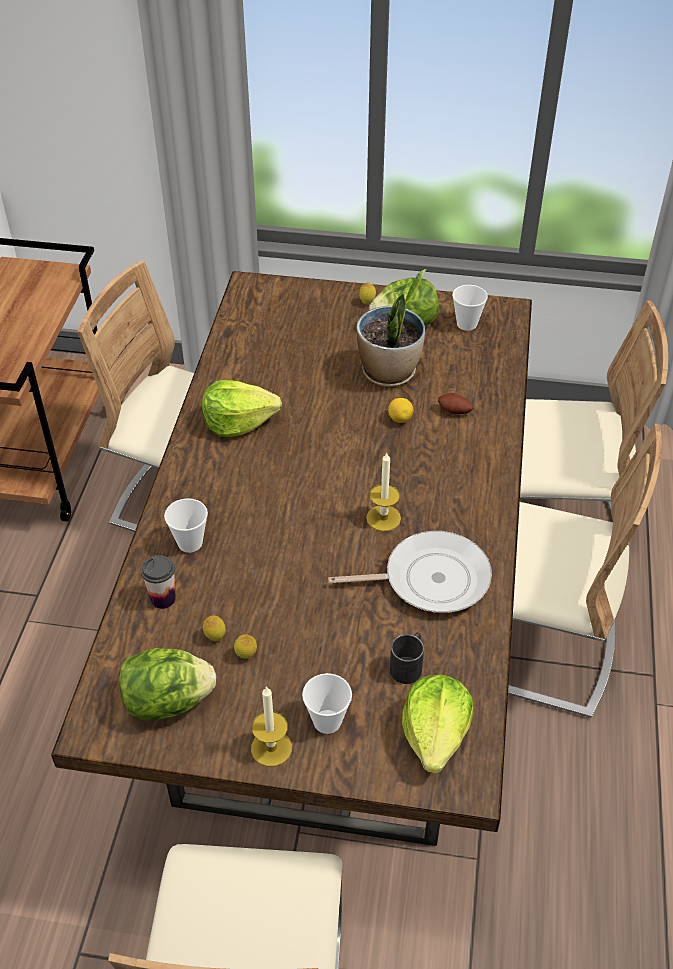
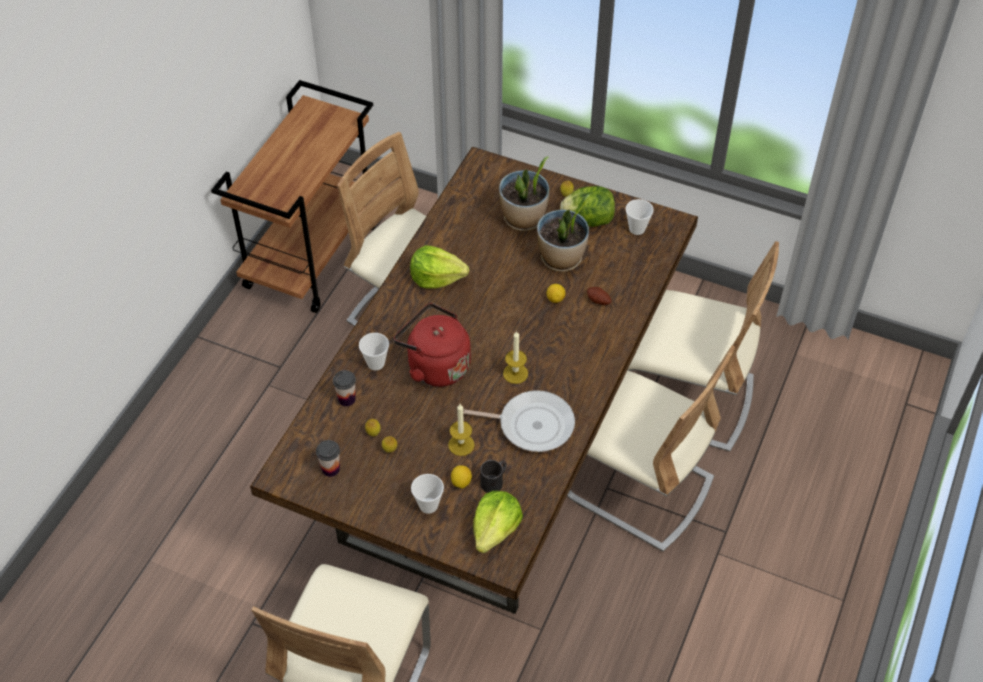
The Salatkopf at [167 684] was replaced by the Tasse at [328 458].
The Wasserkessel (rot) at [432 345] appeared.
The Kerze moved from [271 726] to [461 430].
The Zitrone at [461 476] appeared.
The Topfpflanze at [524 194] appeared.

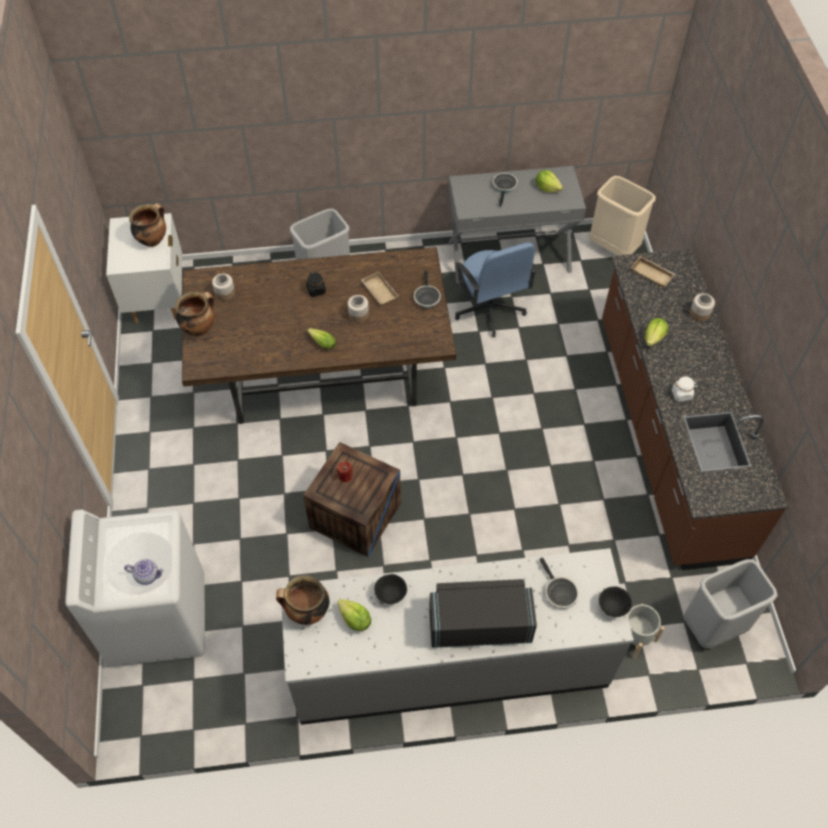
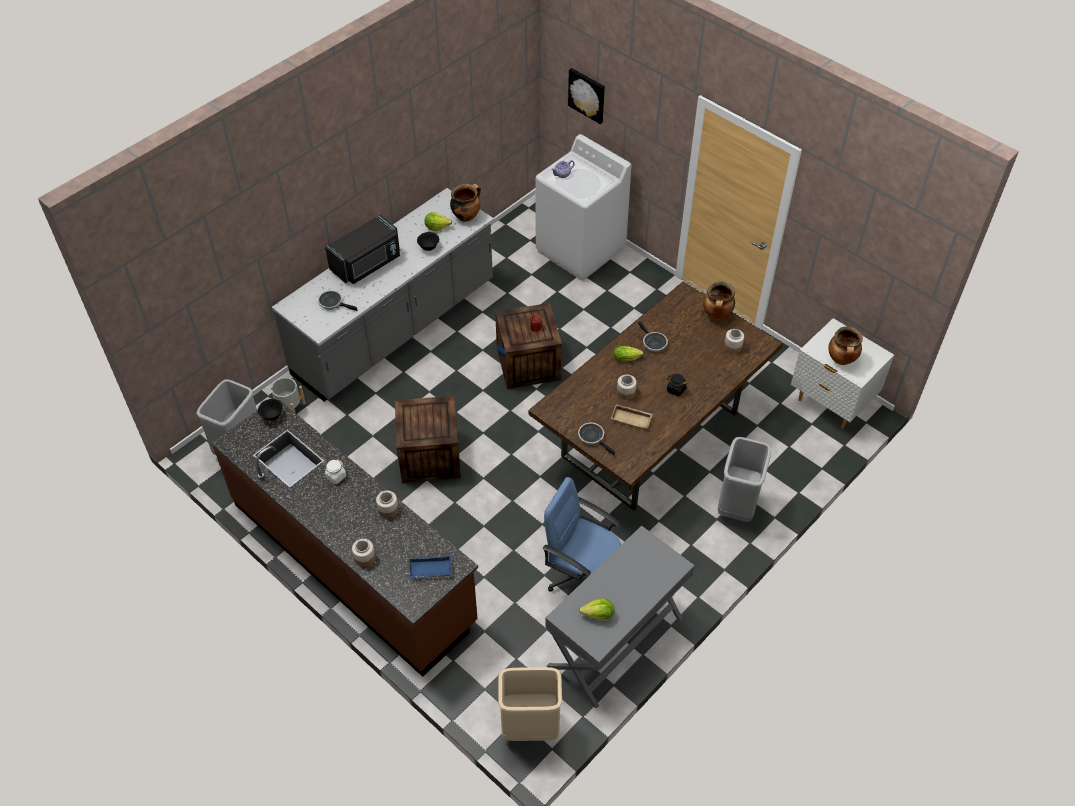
The Schüssel (schwarz) moved from [615 601] to [270 410].
The Salatkopf at [656 332] was replaced by the Vorratsglas at [387 504].
The Kiste at [428 439] appeared.
The Tablett (beige) at [653 272] became the Tablett (blau) at [430 566].
The Bild at [586 96] appeared.
The Pfanne moved from [505 190] to [653 336].

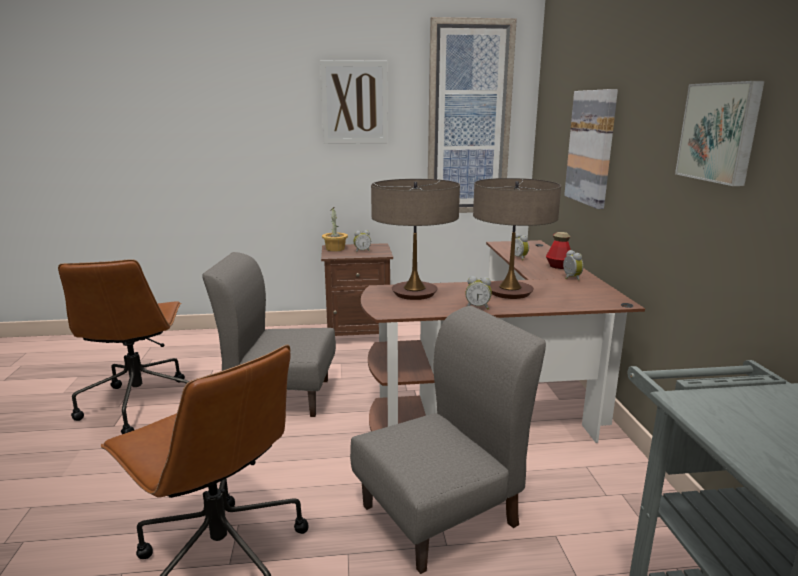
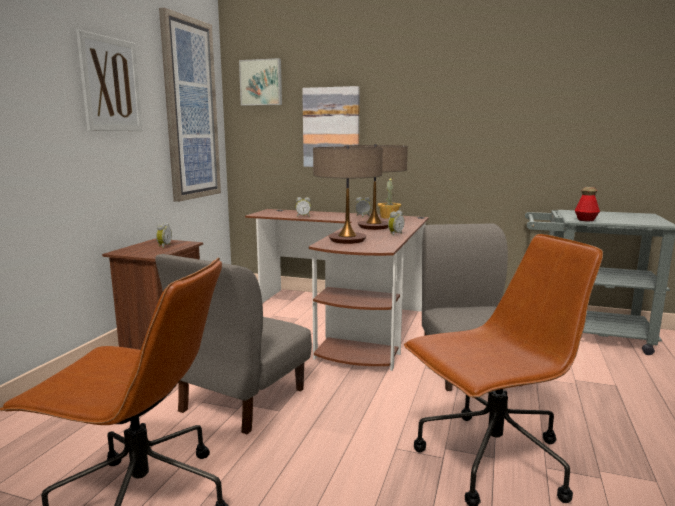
The Bild moved from [720 133] to [260 82].
The Topfpflanze moved from [335 229] to [389 198].
The Flasche moved from [558 250] to [587 204].

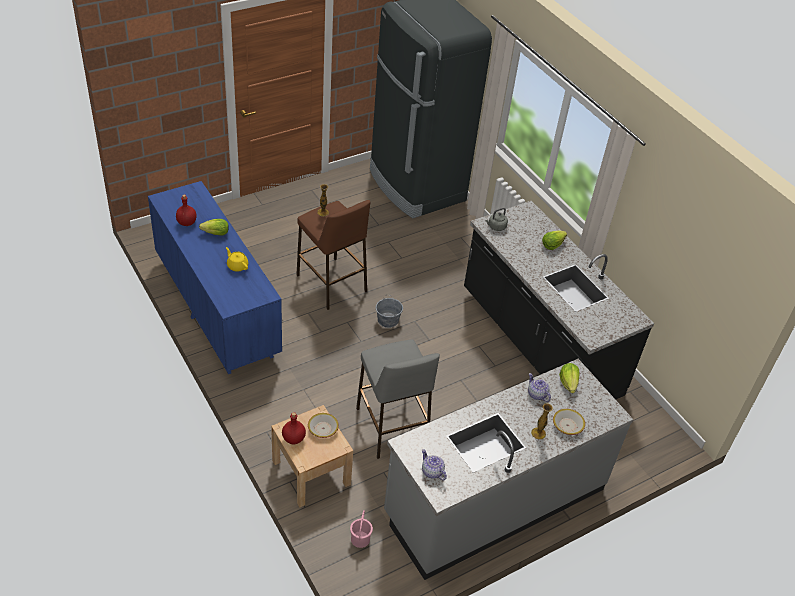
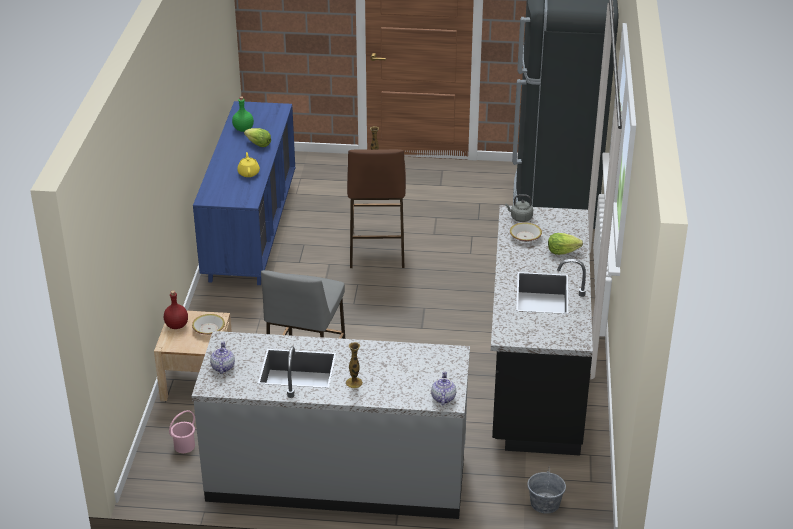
The Flasche (rot) at [186 210] became the Flasche (grün) at [243 114].
The Teekanne moved from [539 387] to [443 388].
The Schüssel moved from [569 422] to [526 232].
The Eimer (grau) moved from [389 311] to [546 490].
The Salatkopf at [569 378] disappeared.

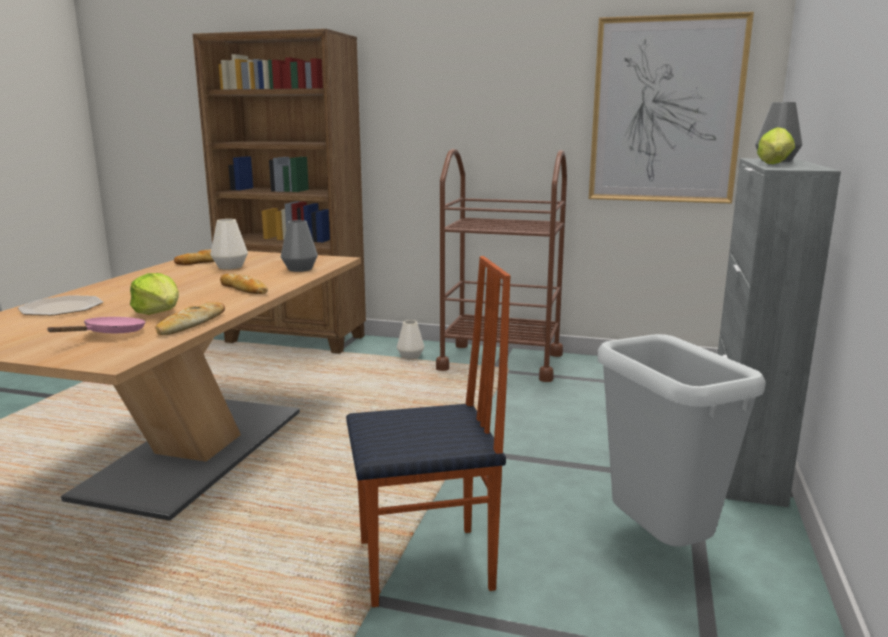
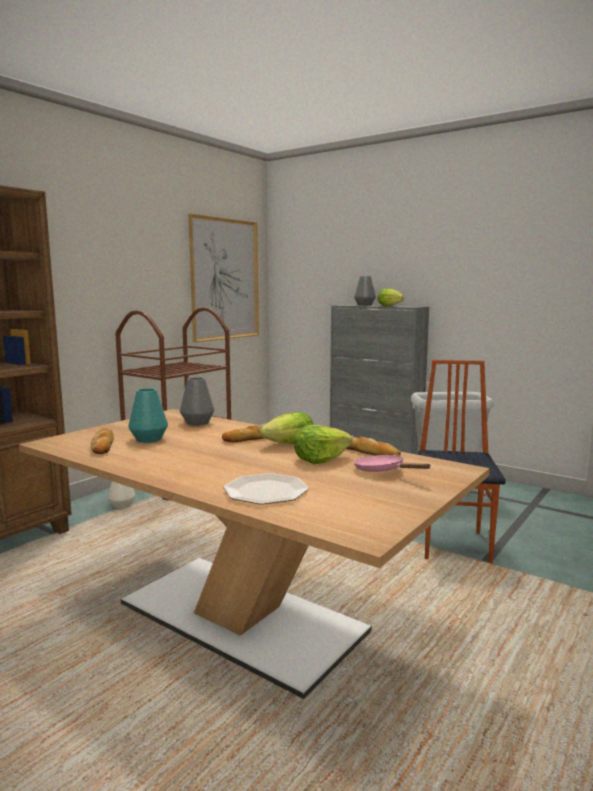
The Vase (weiß) at [229 244] became the Vase (türkis) at [148 415].
The Salatkopf at [286 428] appeared.

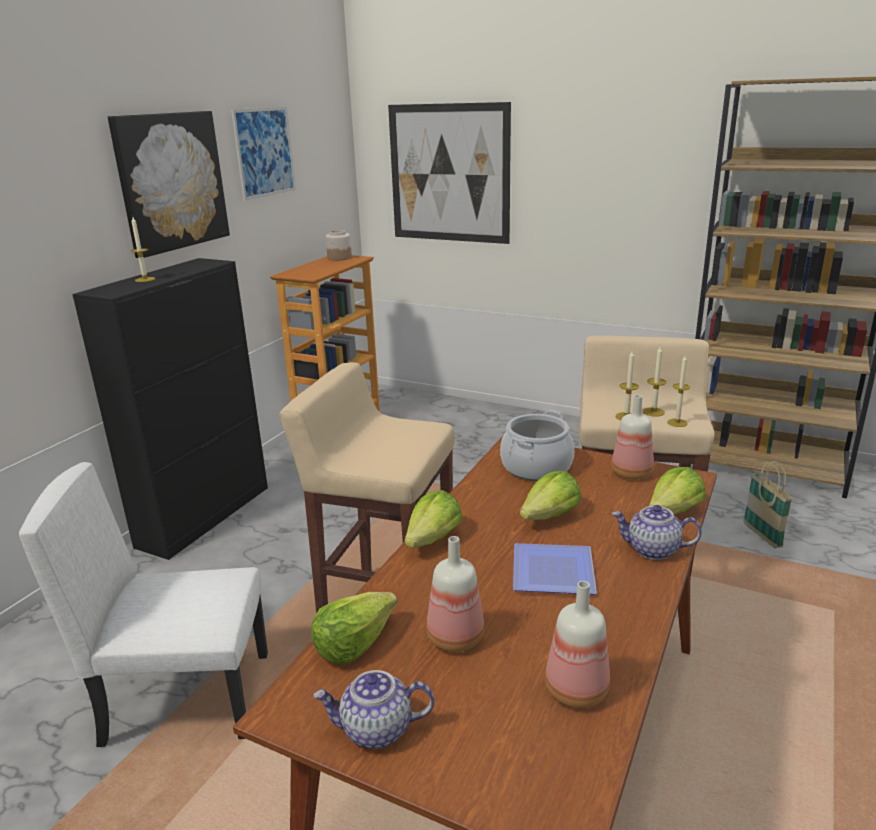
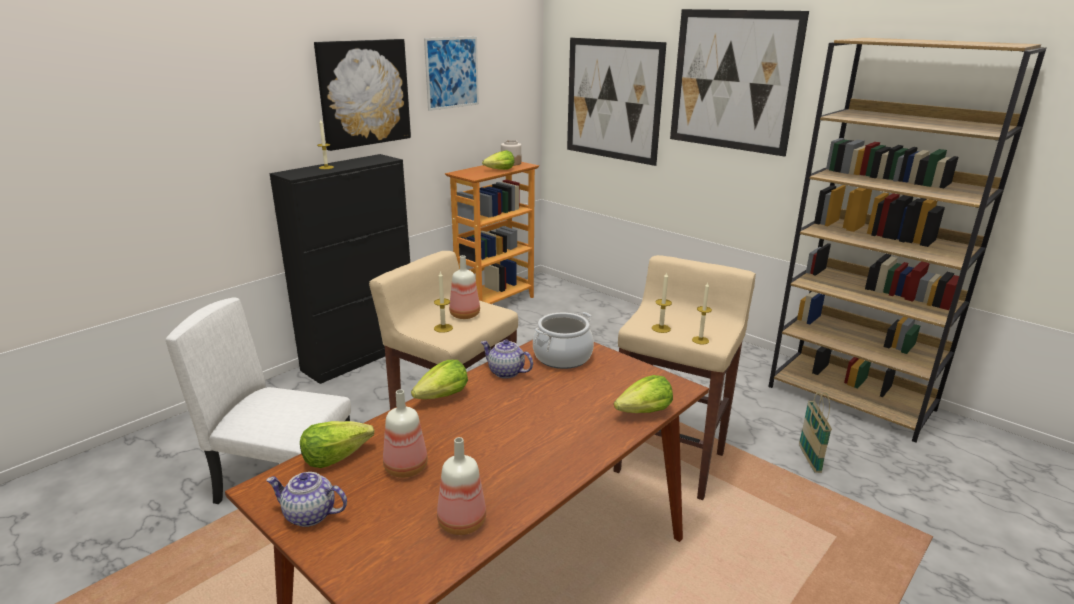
The Kerze moved from [654 382] to [443 302].
The Flasche moved from [632 437] to [464 287].
The Teekanne moved from [657 532] to [507 359].
The Salatkopf moved from [550 495] to [498 160].
The Bild at [739 83] appeared.
The Teller at [555 569] disappeared.

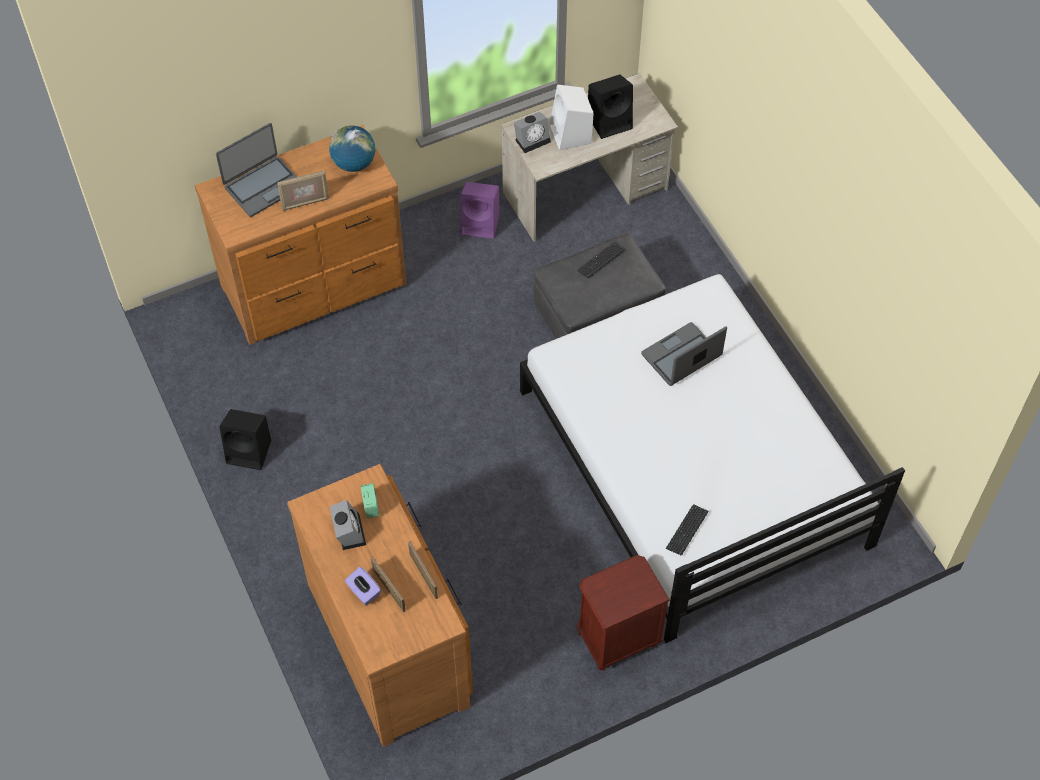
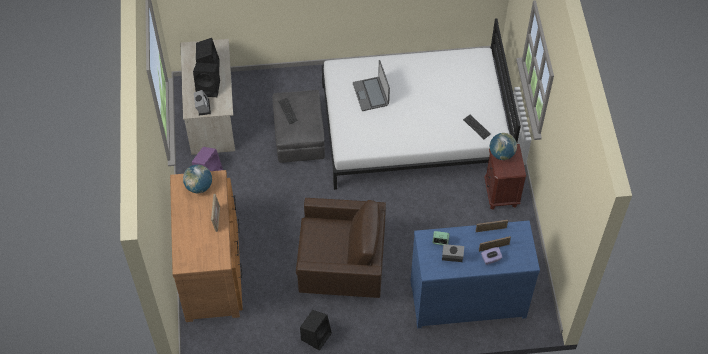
The Lautsprecher (weiß) at [571 117] became the Lautsprecher (schwarz) at [206 80].
The Sessel (braun) at [341 248] appeared.
The Kommode (braun) at [380 605] became the Kommode (blau) at [475 274].
The Globus at [503 146] appeared.
The Laptop at [256 170] disappeared.

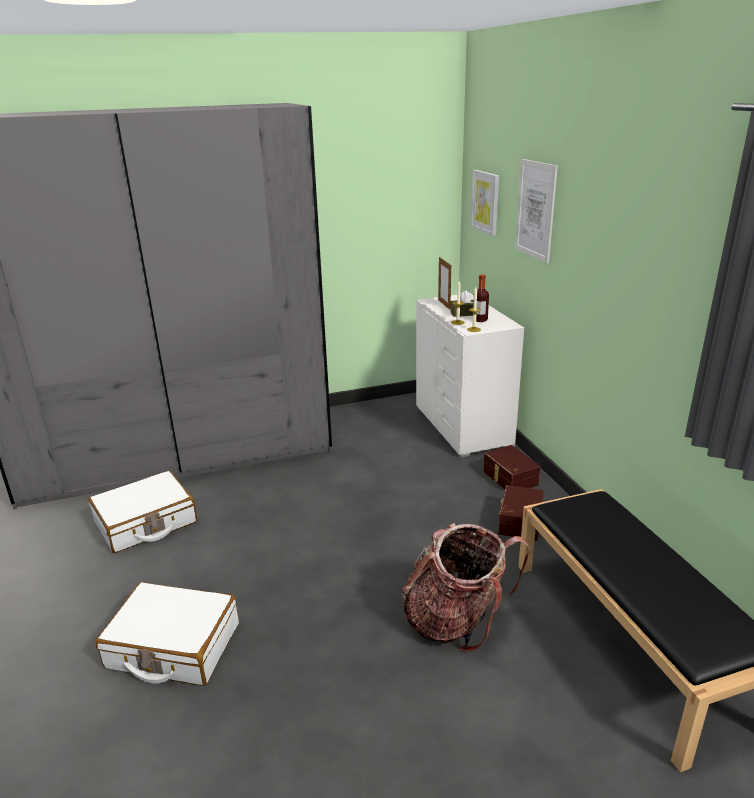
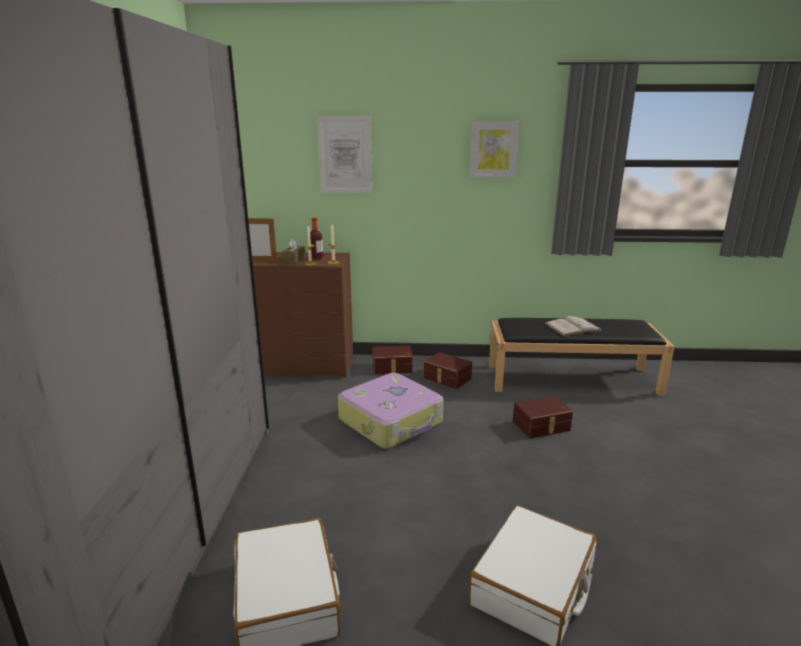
The Kommode (weiß) at [470 376] became the Kommode (braun) at [303 315].
The Koffer at [391 411] appeared.
The Bild moved from [485 203] to [495 149].
The Rucksack at [466 587] was replaced by the Aufbewahrungsbox (braun) at [543 417].
The Buch (weiß) at [574 326] appeared.

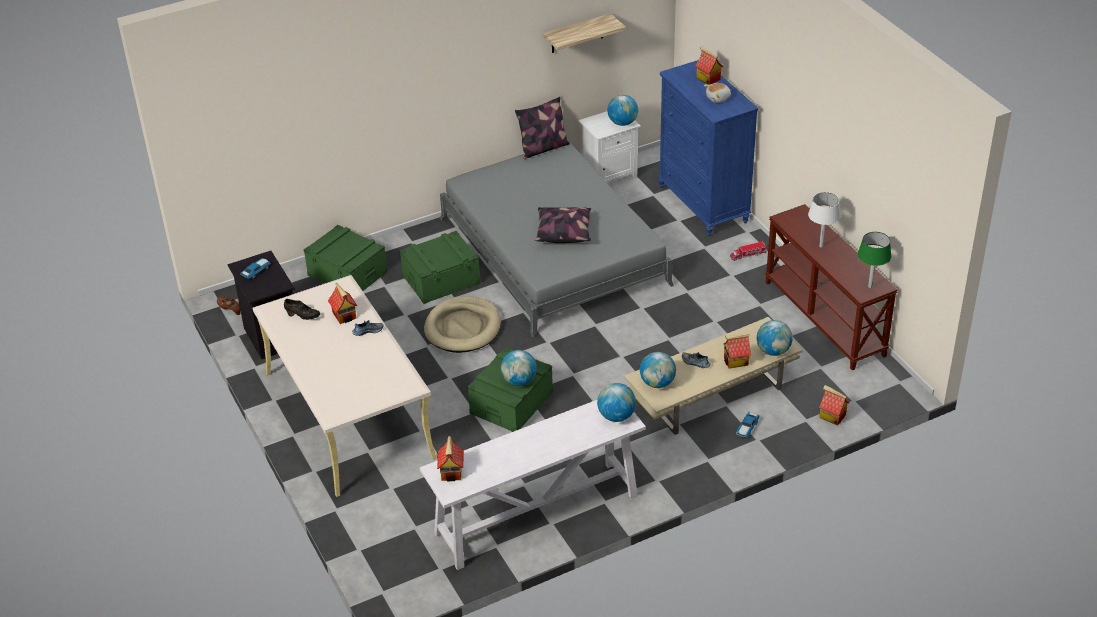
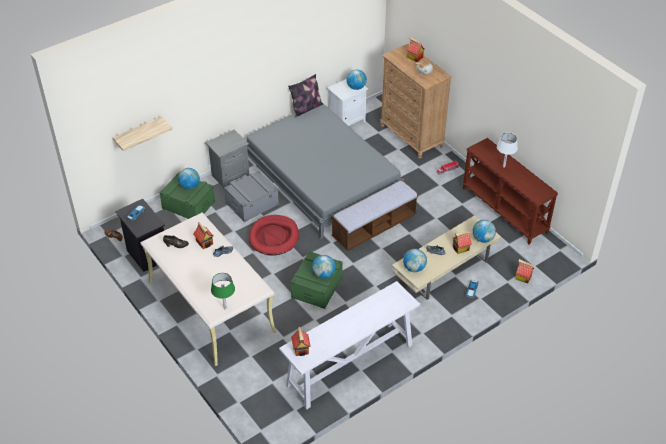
The Wandregal moved from [584 33] to [142 133].
The Globus moved from [616 402] to [189 179].
The Nachttisch (grau) at [227 159] appeared.
The Tischlampe (grün) moved from [874 260] to [223 291].
The Aufbewahrungsbox (grün) at [440 267] became the Aufbewahrungsbox (grau) at [251 196].
The Hundebett (beige) at [462 324] became the Hundebett (rot) at [274 235].
The Bank at [374 215] appeared.
The Kommode (blau) at [708 148] became the Kommode (braun) at [416 101].
The Kissen at [563 225] disappeared.

